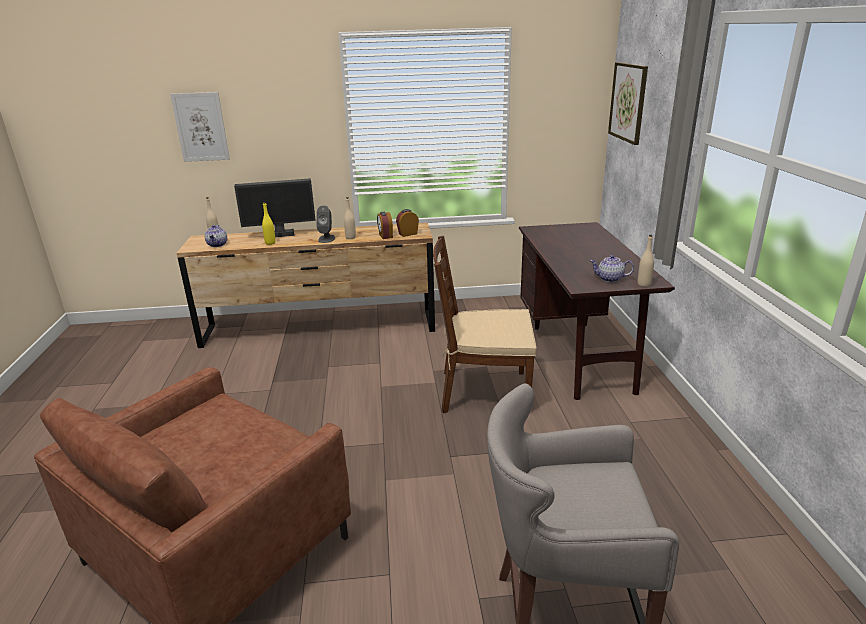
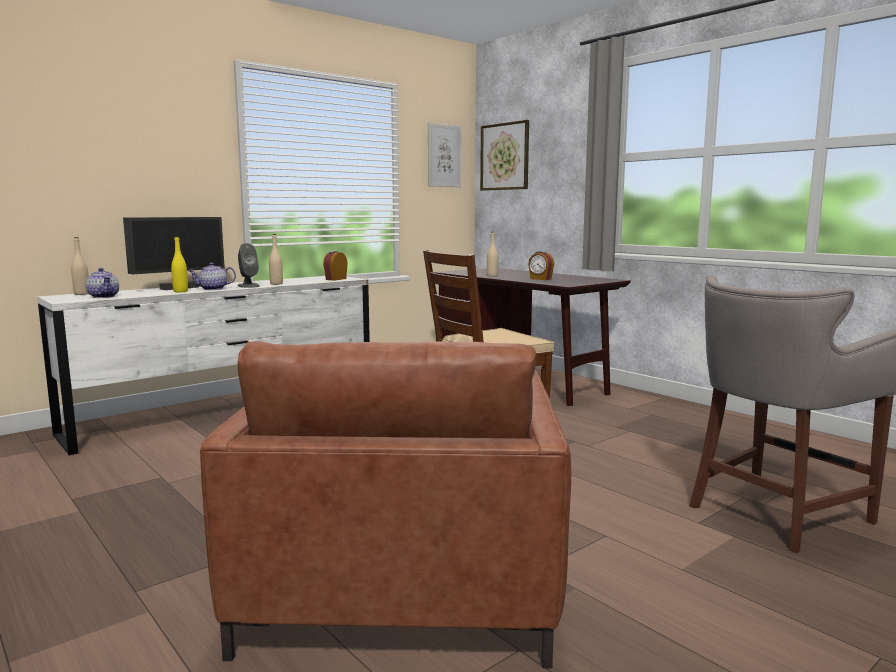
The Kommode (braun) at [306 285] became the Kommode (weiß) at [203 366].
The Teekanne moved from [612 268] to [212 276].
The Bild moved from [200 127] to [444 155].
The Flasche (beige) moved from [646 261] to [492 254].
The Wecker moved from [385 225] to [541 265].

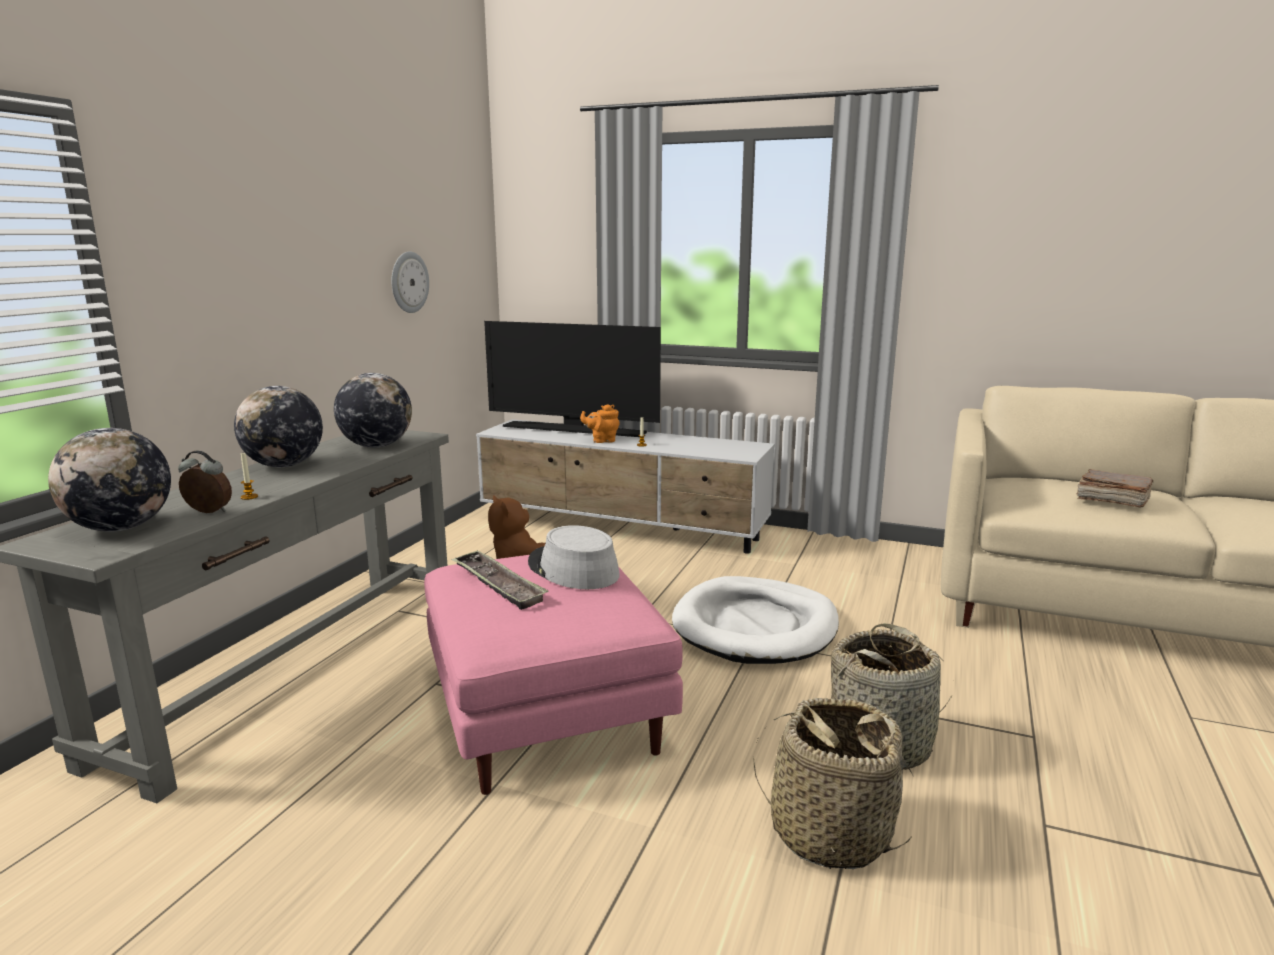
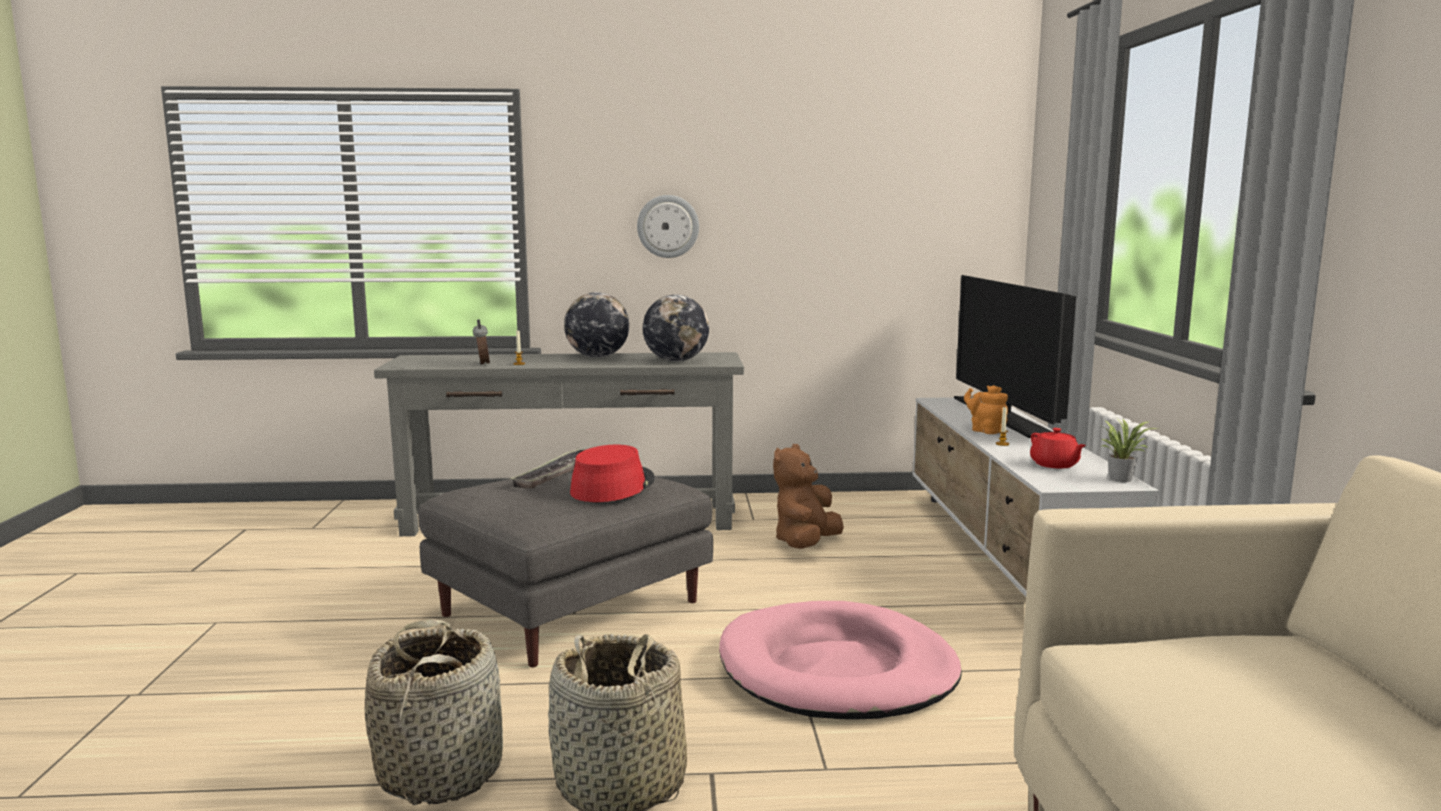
The Polsterhocker (rosa) at [553 675] became the Polsterhocker (grau) at [565 569].
The Hut (grau) at [574 557] became the Hut (rot) at [612 473].
The Wanduhr moved from [410 282] to [668 226].
The Hundebett (weiß) at [755 620] became the Hundebett (rosa) at [840 660].
The Teekanne (rot) at [1058 448] appeared.
The Topfpflanze at [1130 450] appeared.
The Globus at [109 480] disappeared.
The Buch (braun) at [1115 488] disappeared.

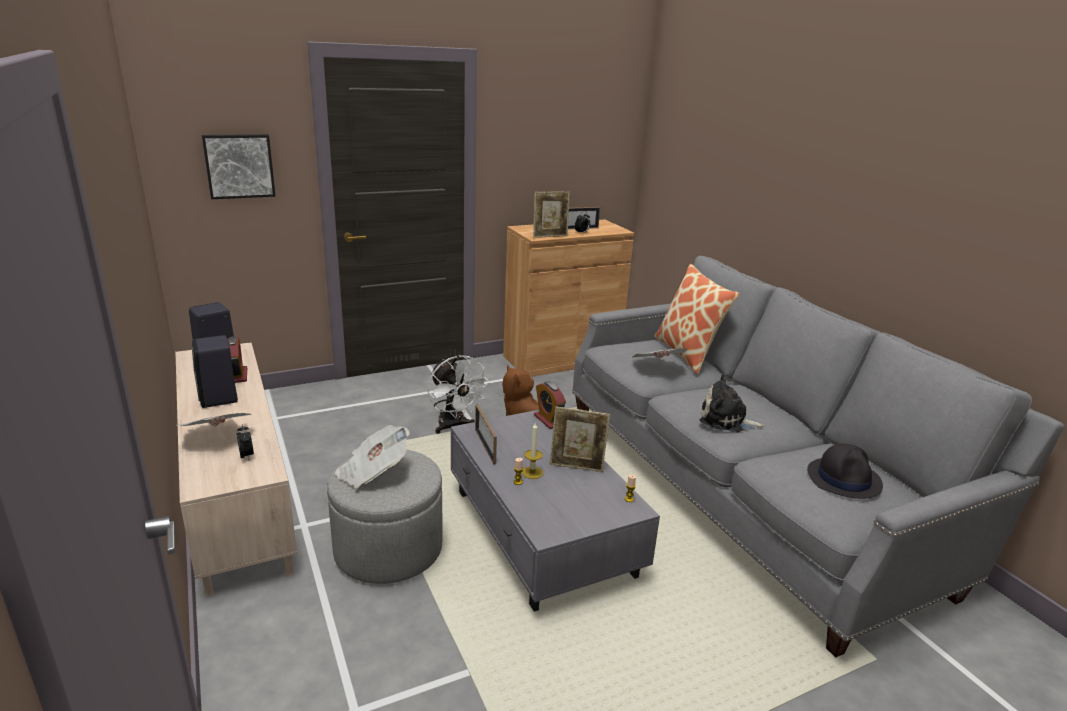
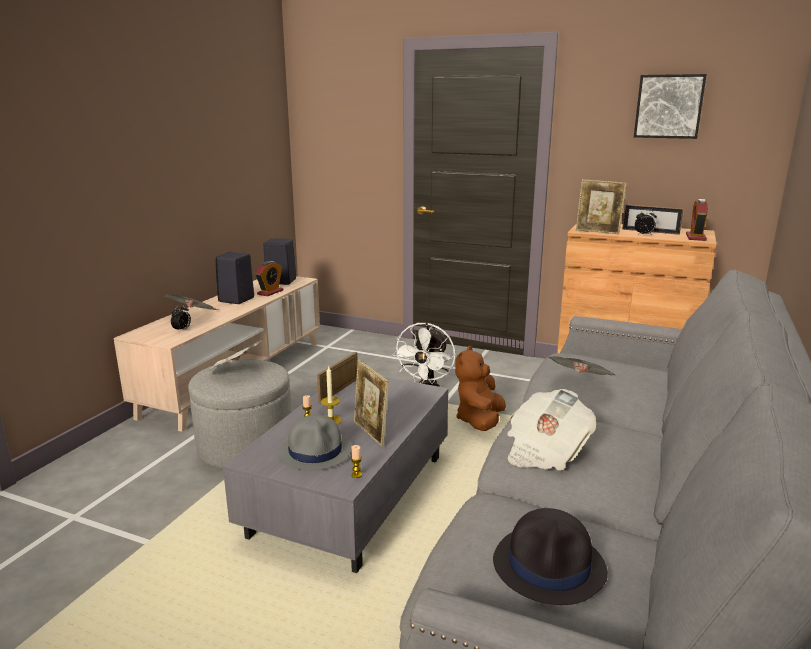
The Hut (grau) at [315 442] appeared.
The Plüschtier at [732 403] was replaced by the Zeitung at [551 430].
The Bild moved from [239 166] to [670 106].
The Wecker moved from [550 405] to [697 220].
The Kissen at [697 319] disappeared.

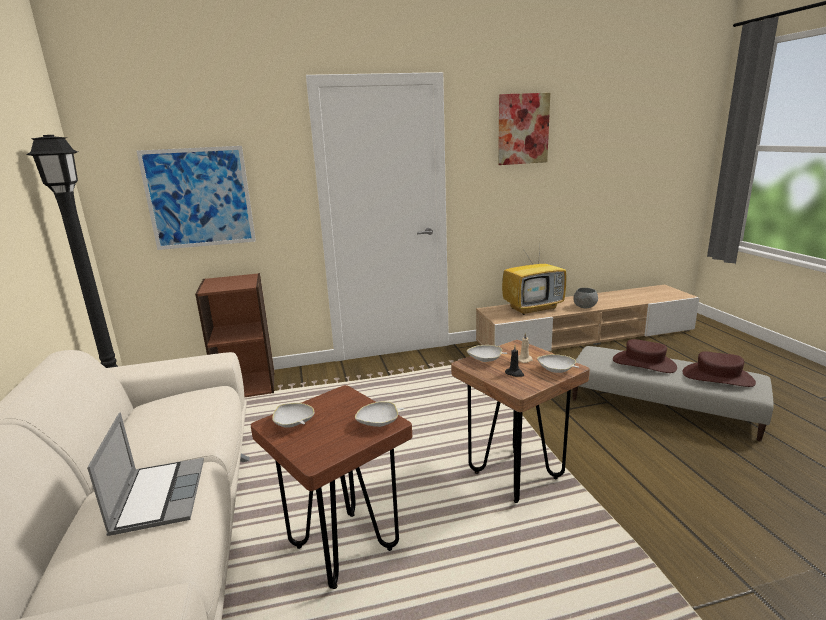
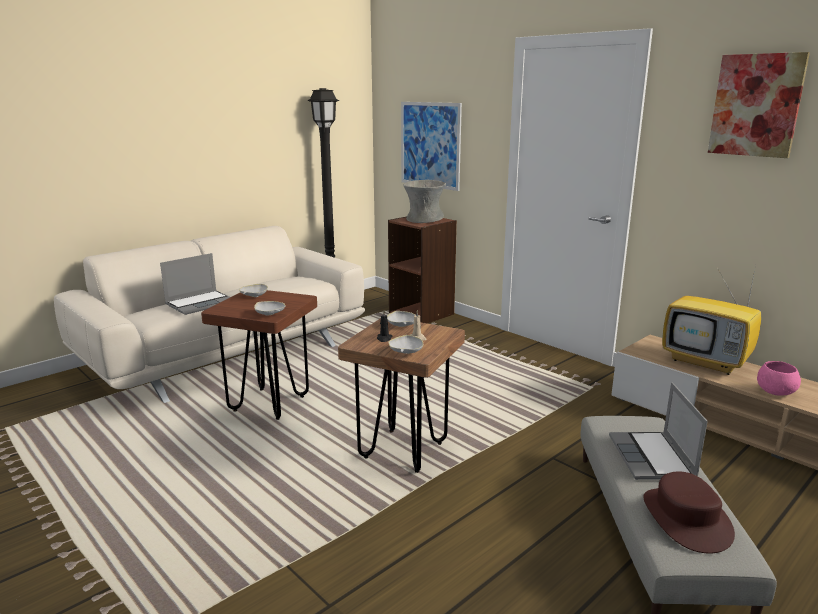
The Vase (grau) at [424 201] appeared.
The Hut (braun) at [645 356] was replaced by the Laptop at [658 431].
The Schüssel (grau) at [585 298] became the Schüssel (rosa) at [779 378].

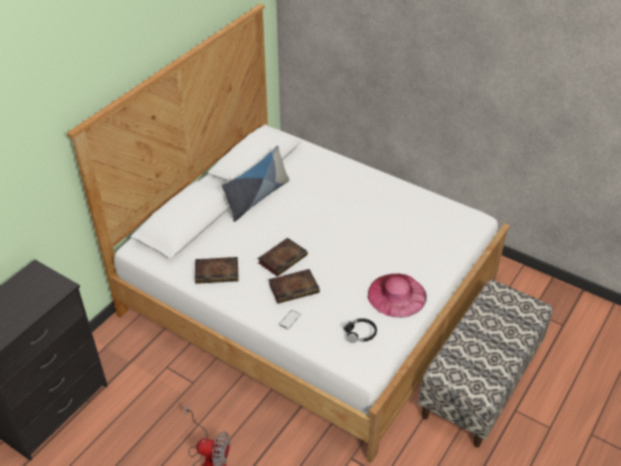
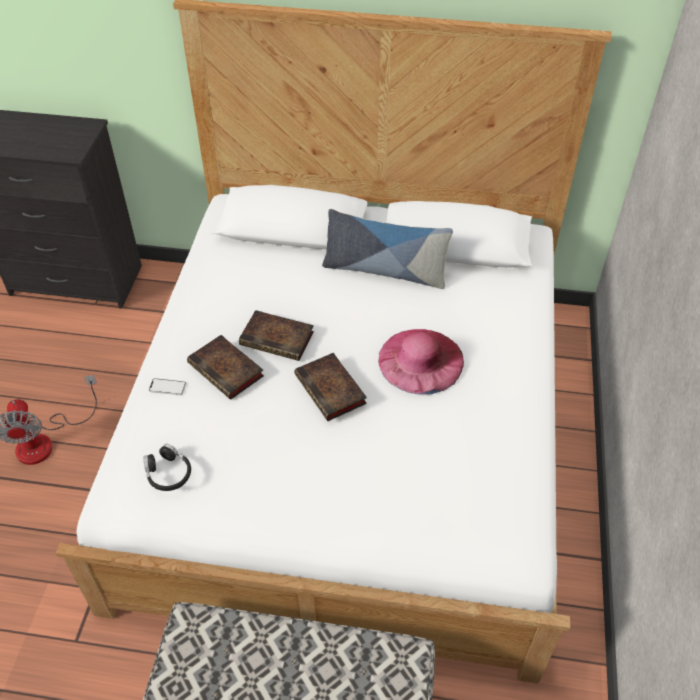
The Buch moved from [217 270] to [331 387].
The Hut (rosa) moved from [397 295] to [421 361].

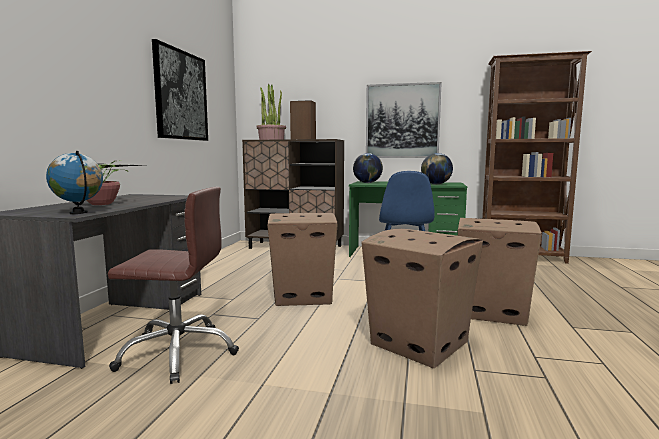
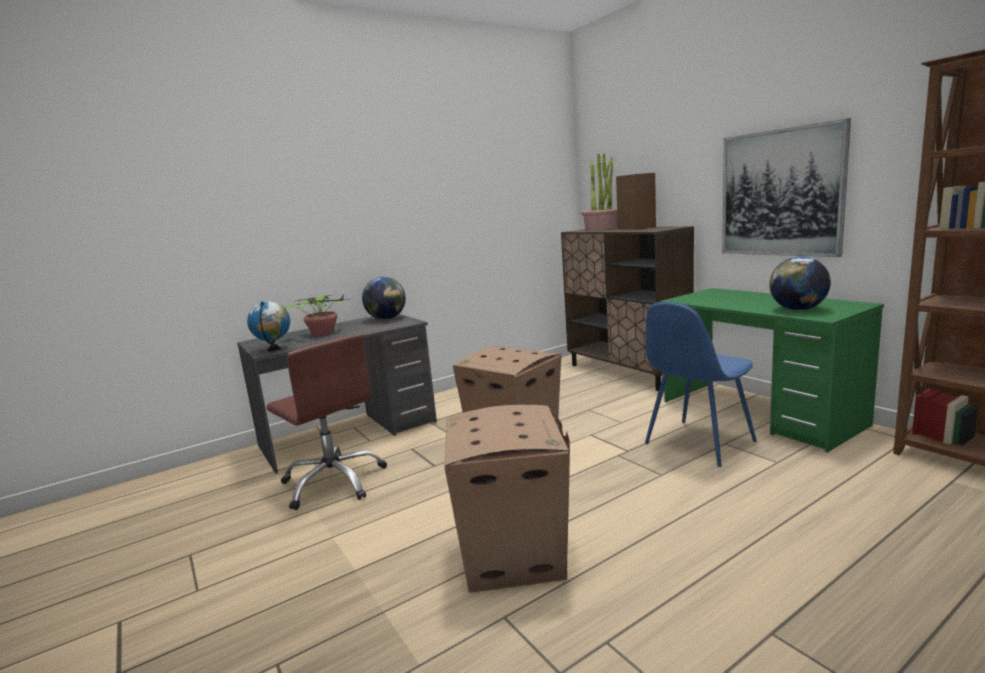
The Globus moved from [368 168] to [384 298].
The Bild at [180 90] disappeared.
The Karton at [500 272] disappeared.

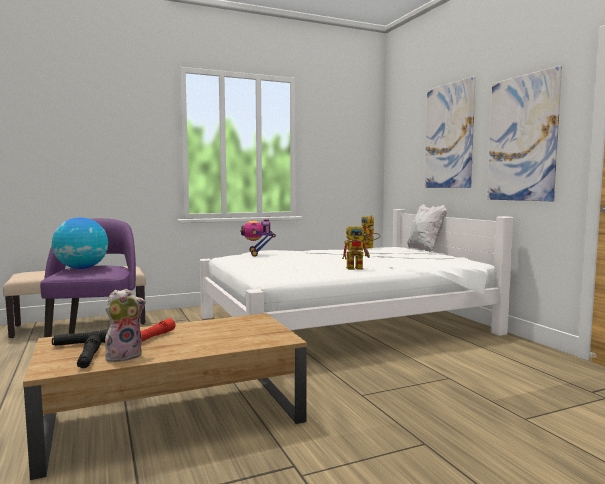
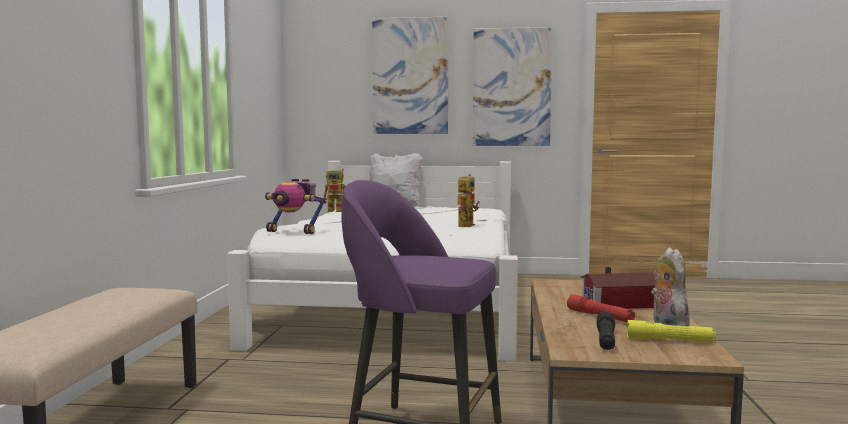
The Spielzeughaus at [617 288] appeared.
The Taschenlampe (schwarz) at [89 351] became the Taschenlampe (gelb) at [671 331].
The Globus at [80 243] disappeared.

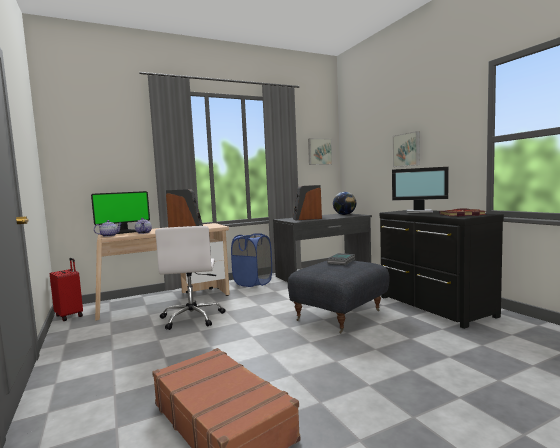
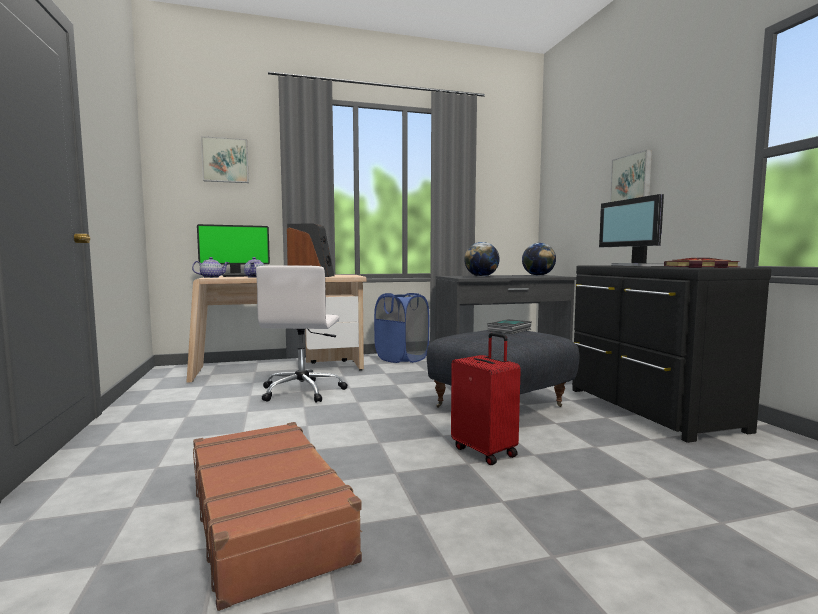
The Bild moved from [320 151] to [225 159].
The Koffer (rot) moved from [66 289] to [486 398].
The Lautsprecher at [307 202] was replaced by the Globus at [482 259].
The Monitor at [420 190] turned 45 degrees clockwise.

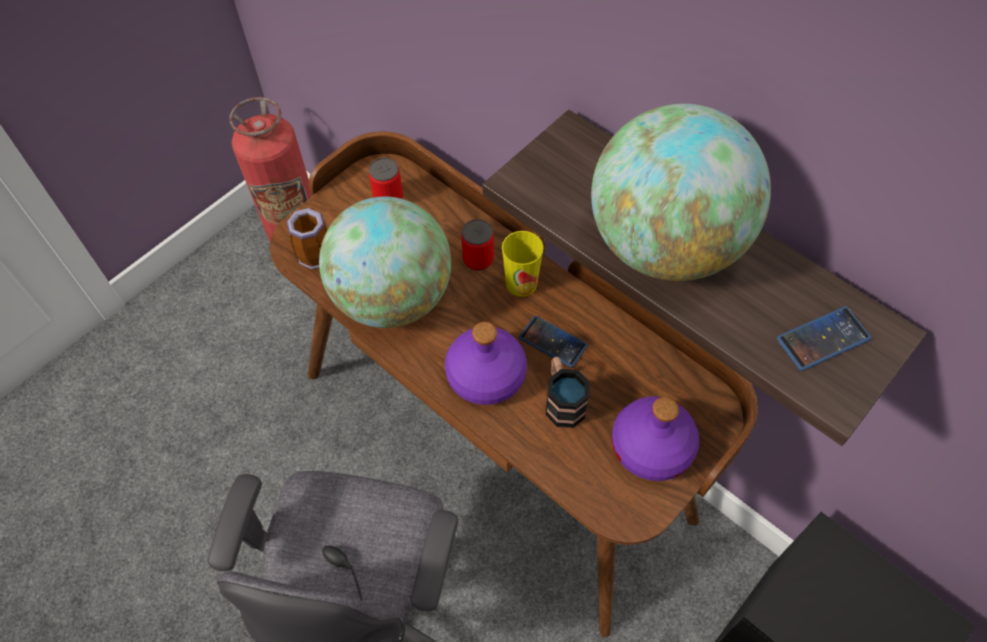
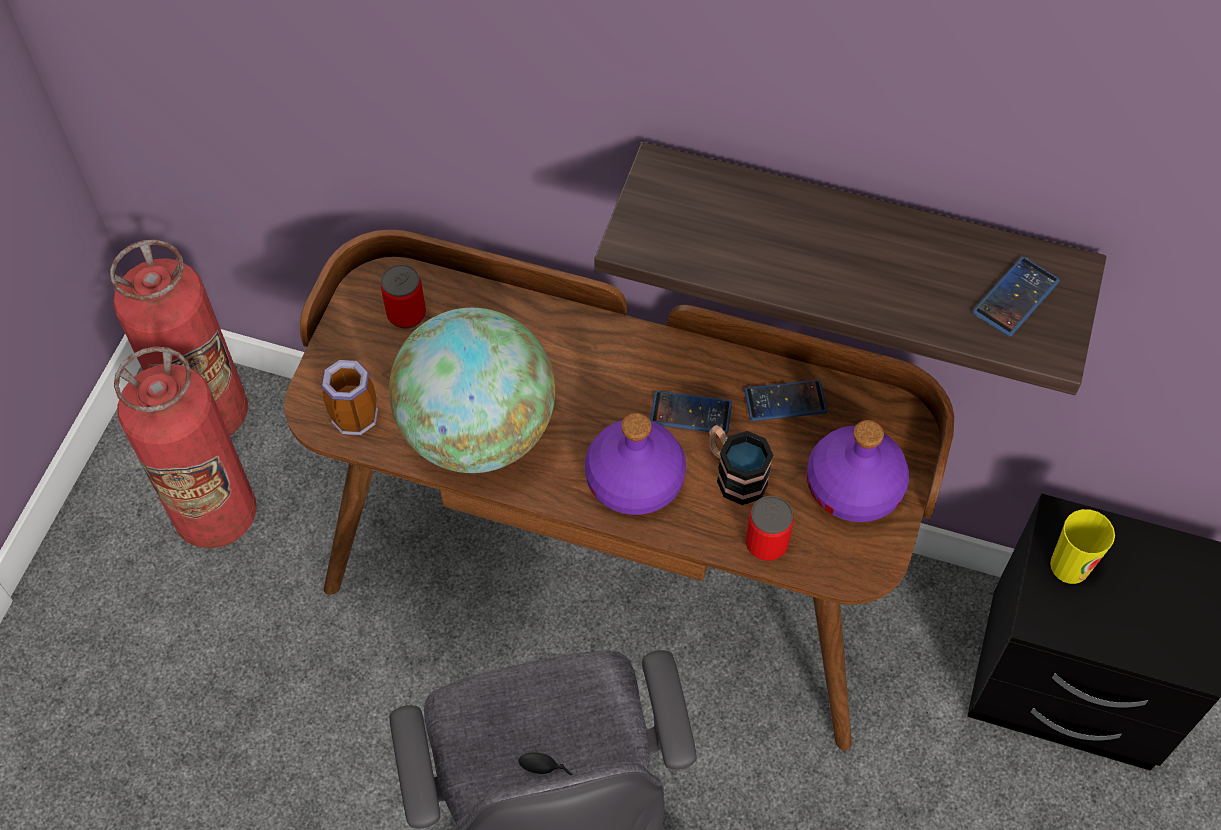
The Feuerlöscher at [185 447] appeared.
The Handy at [785 400] appeared.
The Dose moved from [477 245] to [770 528].
The Tasse moved from [523 264] to [1082 546].
The Globus at [681 192] disappeared.

